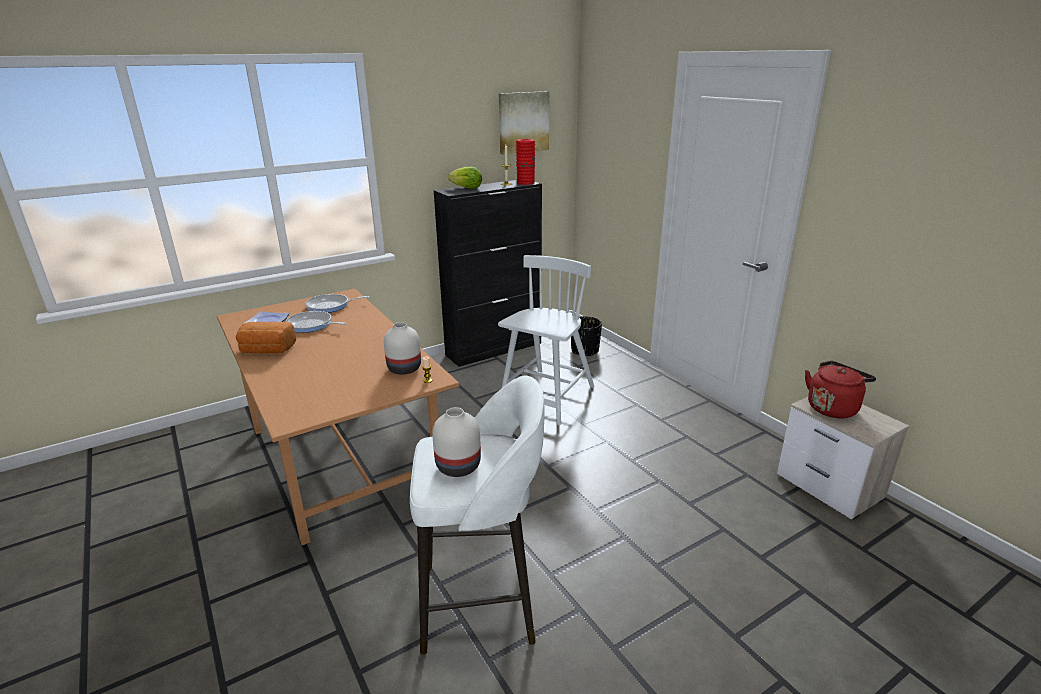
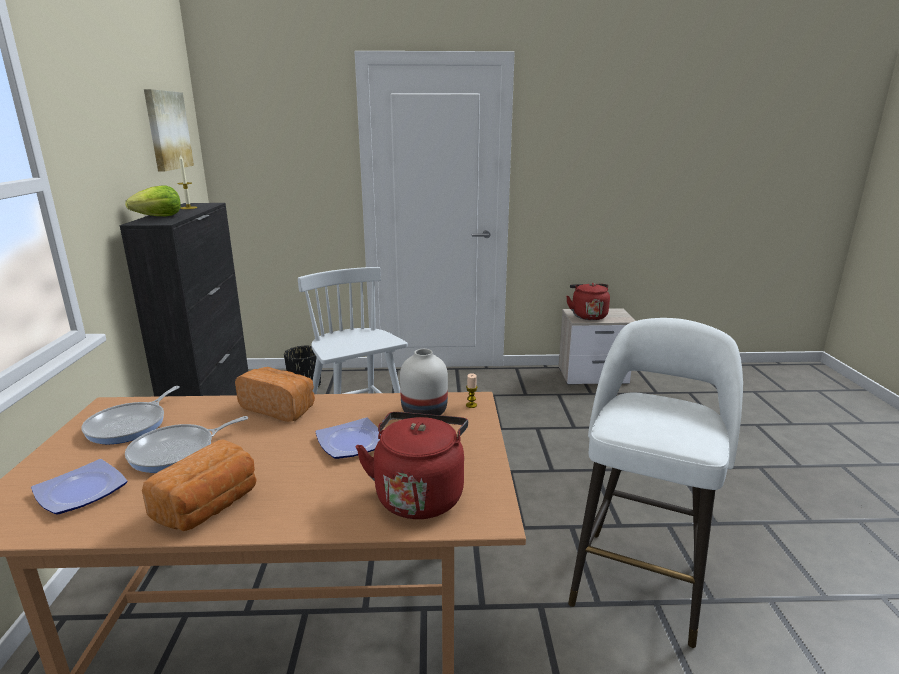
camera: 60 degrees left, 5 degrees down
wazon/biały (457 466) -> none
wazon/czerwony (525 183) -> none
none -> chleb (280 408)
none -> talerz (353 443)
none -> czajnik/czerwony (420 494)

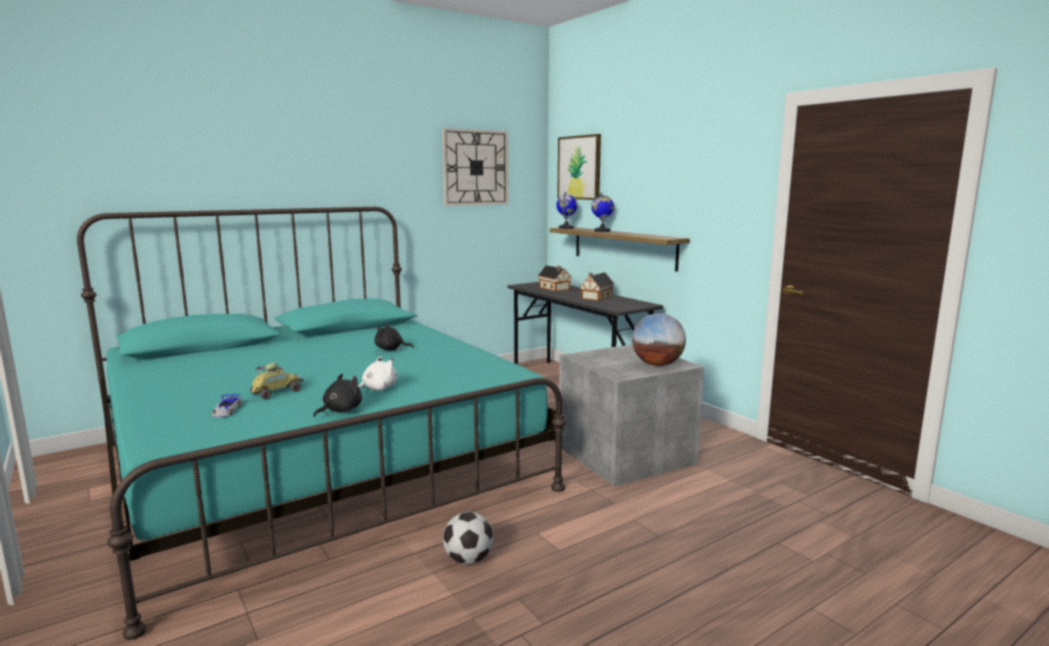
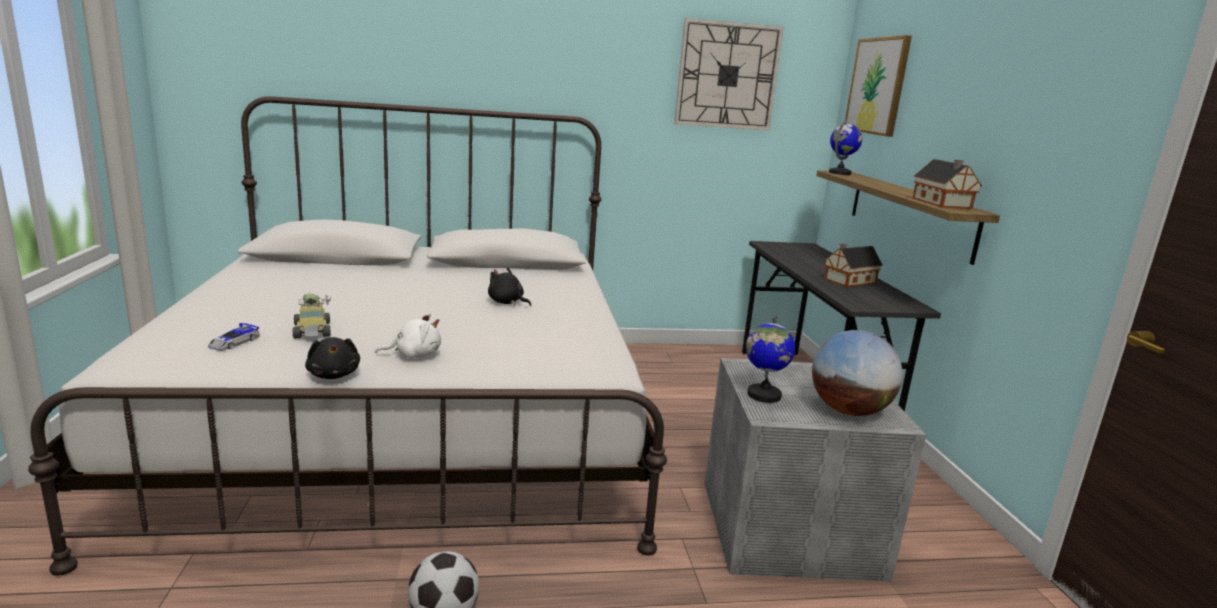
camera: 25 degrees right, 5 degrees up
domek (555 288) -> domek (942 203), relocated
globus (602 231) -> globus (763 395), relocated
łóżko/turkusowy (317 466) -> łóżko/biały (409 422)
samochodzik (276 392) -> samochodzik (313 331), 90 degrees clockwise
pluszak/czarny (340 410) -> pluszak/czarny (334 375), 90 degrees clockwise

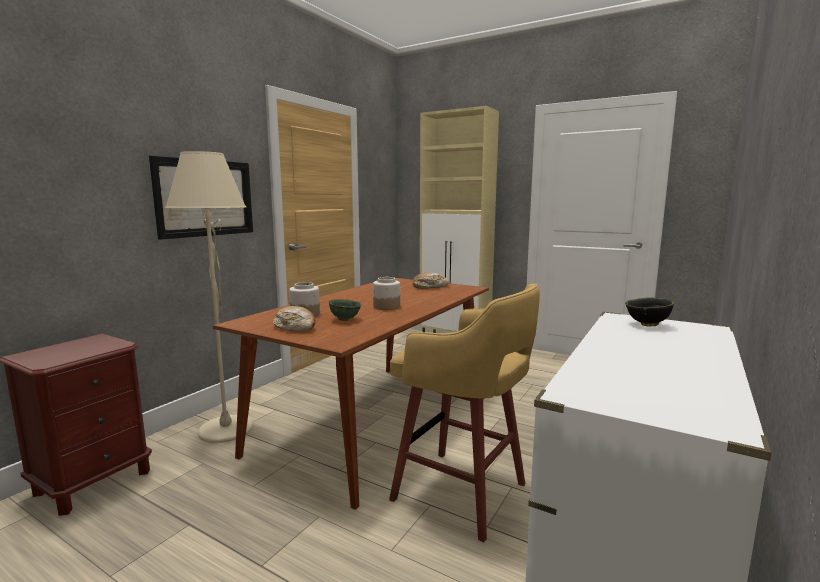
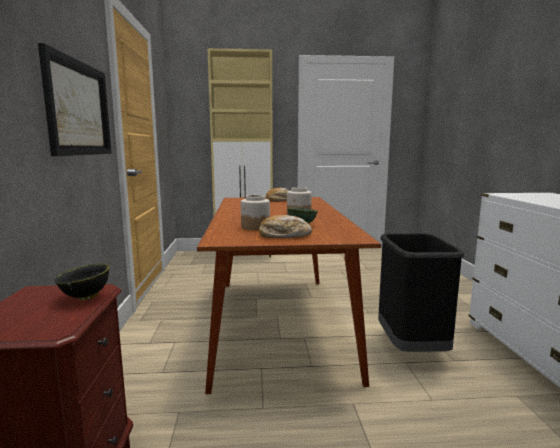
camera: 35 degrees left, 0 degrees up
lampa stojąca/beżowy (225 430) -> none
miska/czarny (648 325) -> miska/czarny (86 298), relocated
stołek/żółty (463 494) -> kosz na śmieci/czarny (411 348)

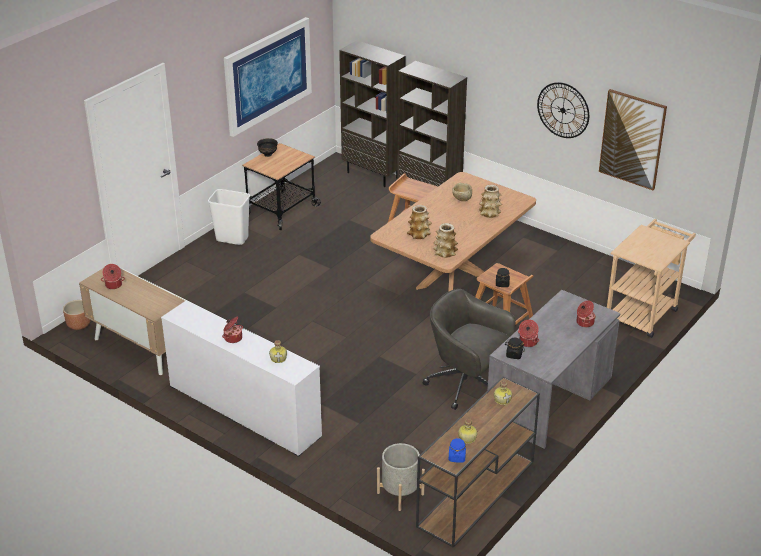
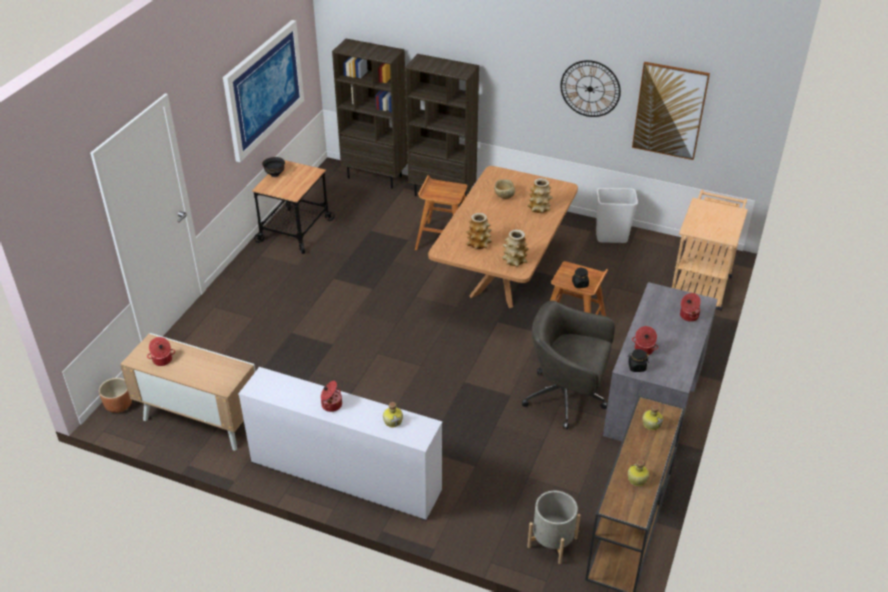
camera: 15 degrees left, 5 degrees up
słoik/niebieski (457 457) -> none
kosz na śmieci/biały (231 239) -> kosz na śmieci/biały (611 238), relocated

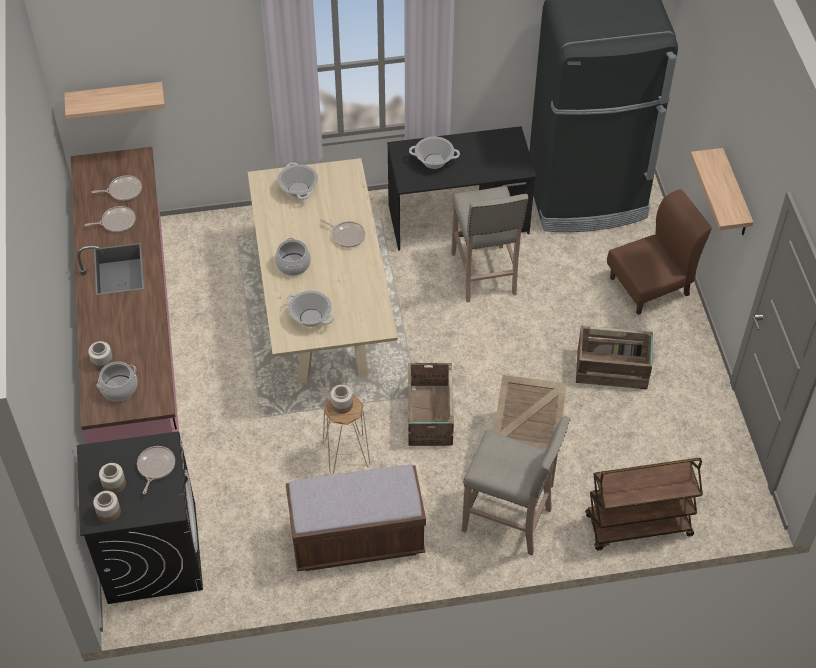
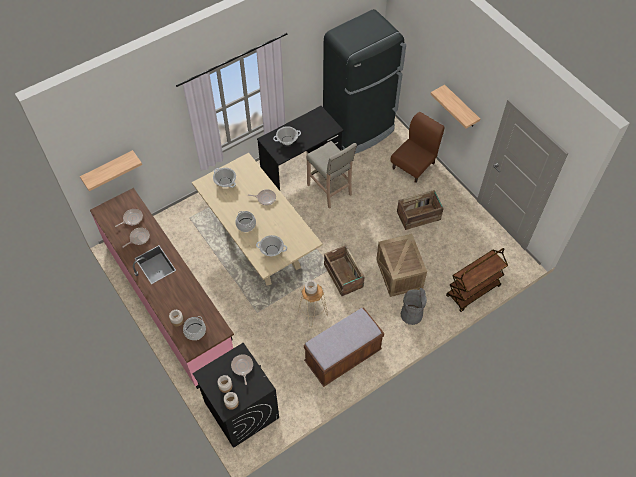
camera: 25 degrees left, 5 degrees up
stołek/beżowy (509 520) -> kosz na śmieci/szary (411 314)

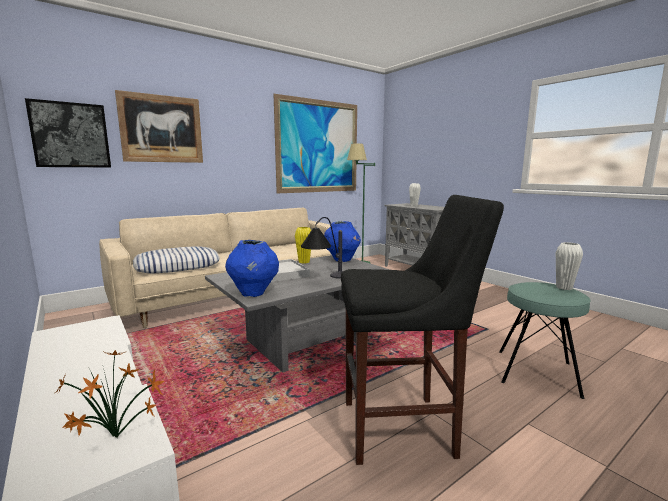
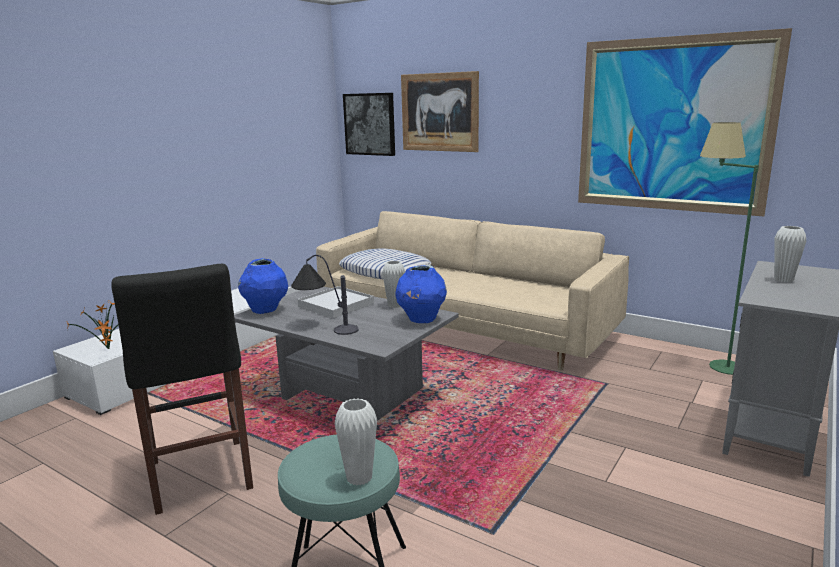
camera: 70 degrees right, 5 degrees up
wazon/żółty (304 262) -> wazon/biały (395 305)

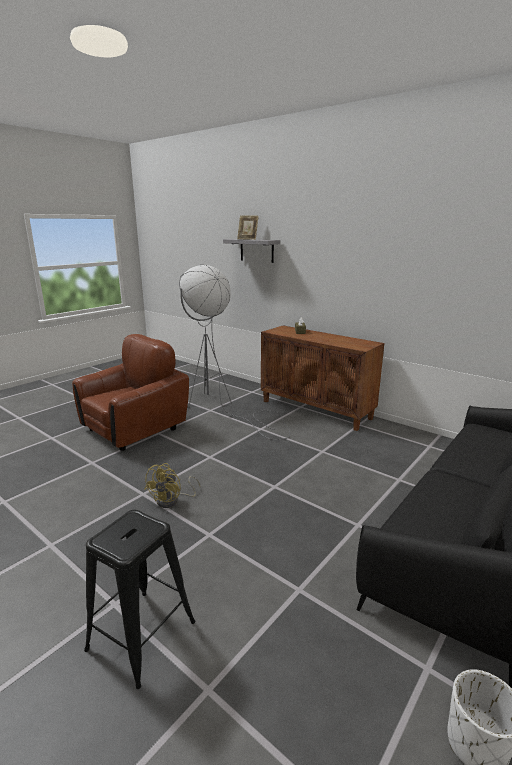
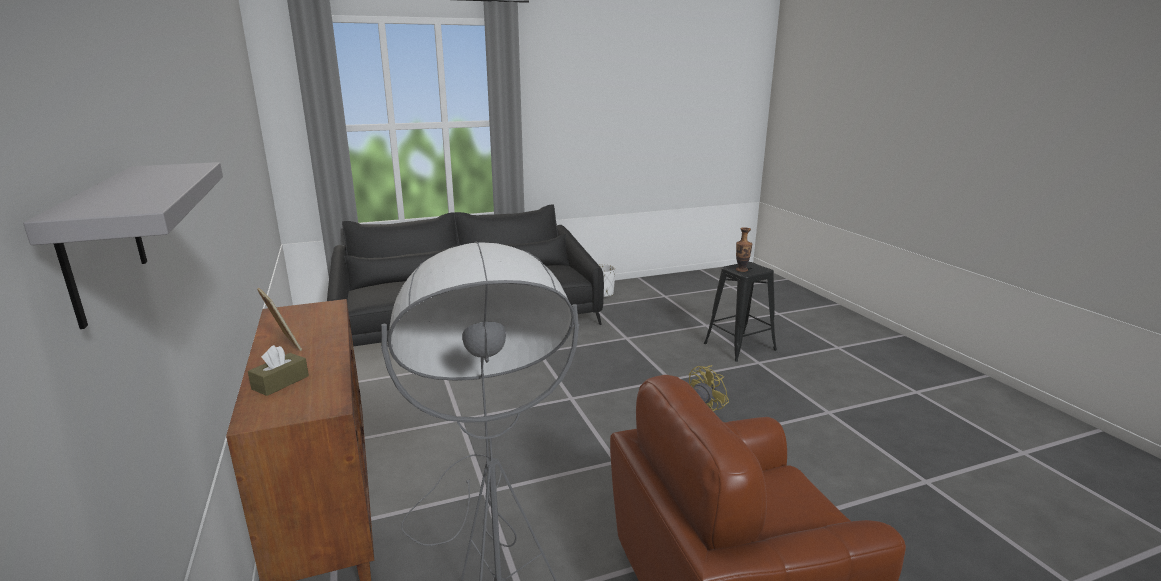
camera: 150 degrees left, 0 degrees up
none -> wazon (741 270)
ramka na zdjęcie (247 239) -> ramka na zdjęcie (284 345), relocated

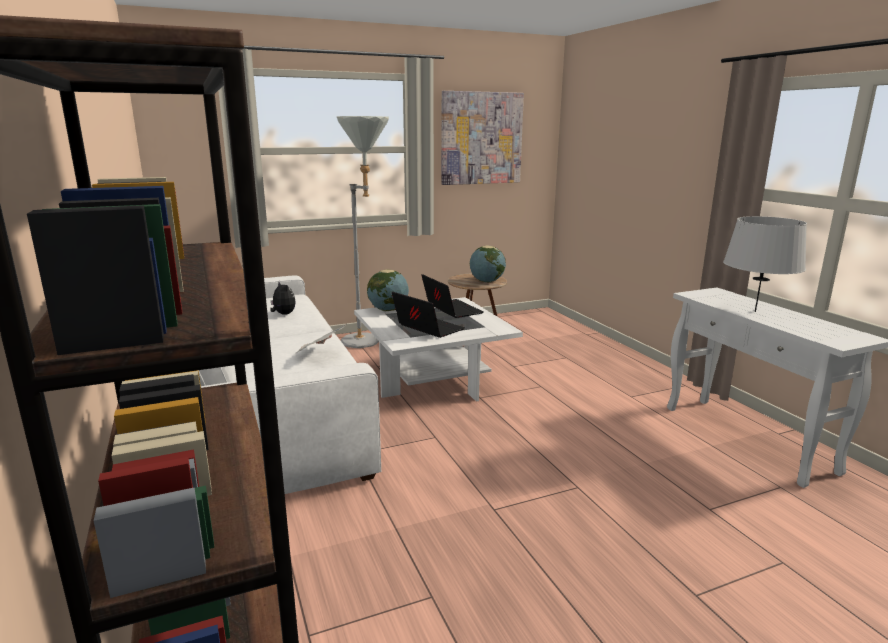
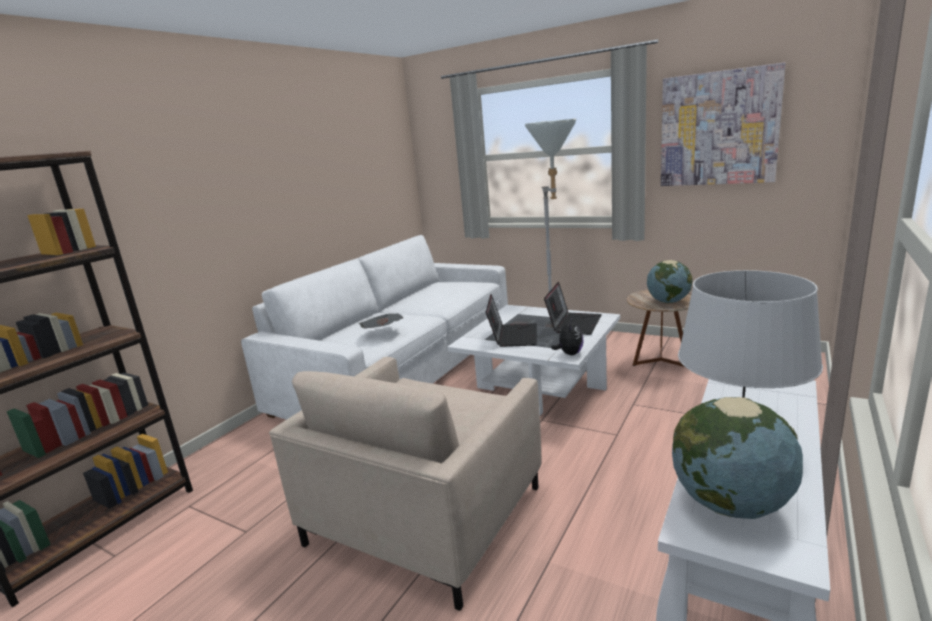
camera: 55 degrees right, 0 degrees up
none -> fotel/beżowy (424 514)
pluszak (283 314) -> pluszak (569 354), relocated
globus (388 310) -> globus (730 504), relocated

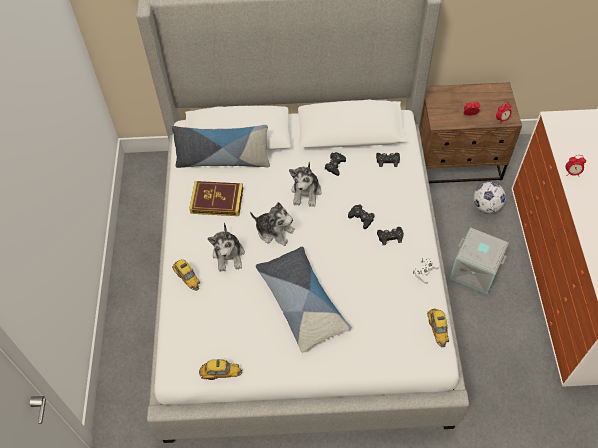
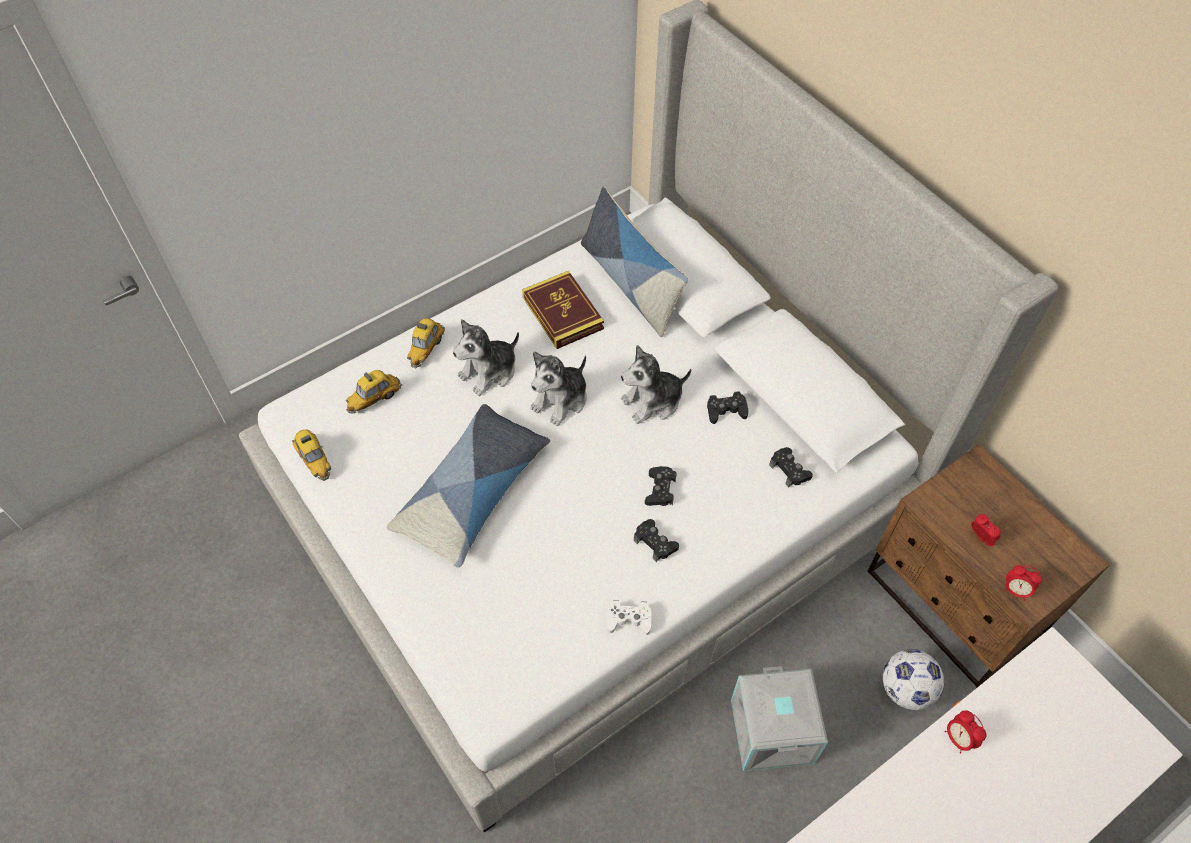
camera: 55 degrees right, 0 degrees up
samochodzik (437 329) -> samochodzik (374 399), relocated
pluszak (274 231) -> pluszak (561 400), 45 degrees clockwise

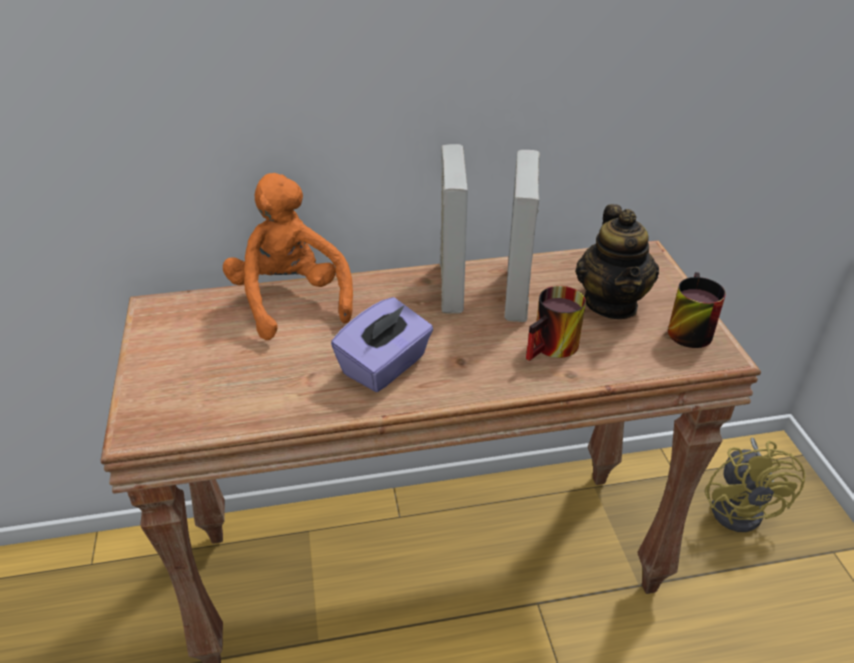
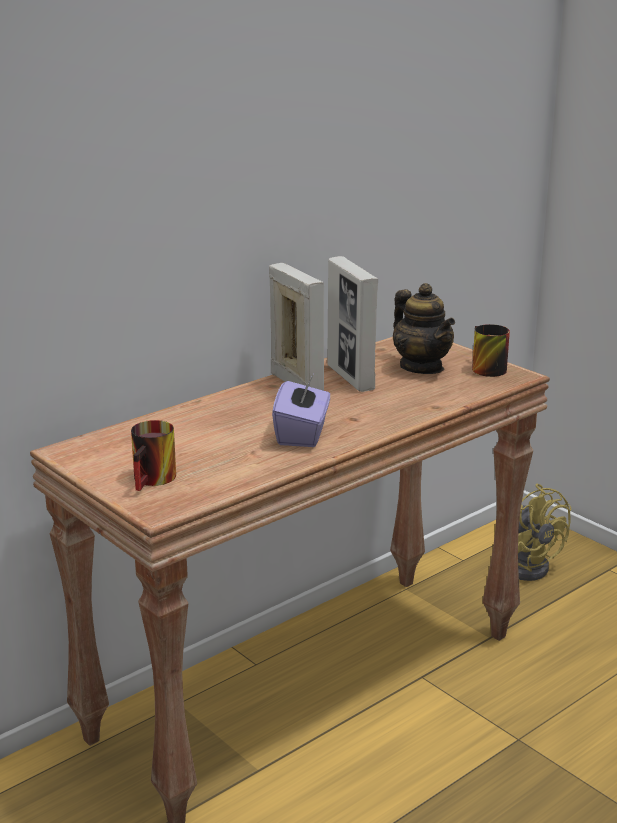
camera: 30 degrees left, 15 degrees down
pluszak/pomarańczowy (290 301) -> none
kubek (554 349) -> kubek (155 480), relocated

